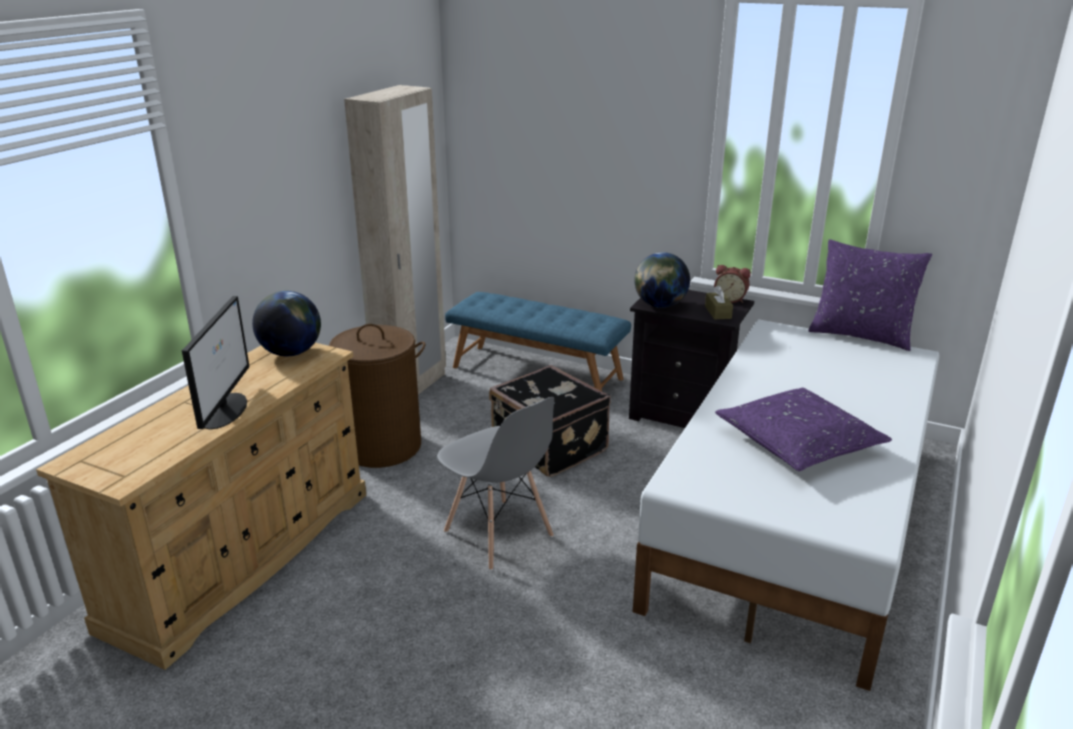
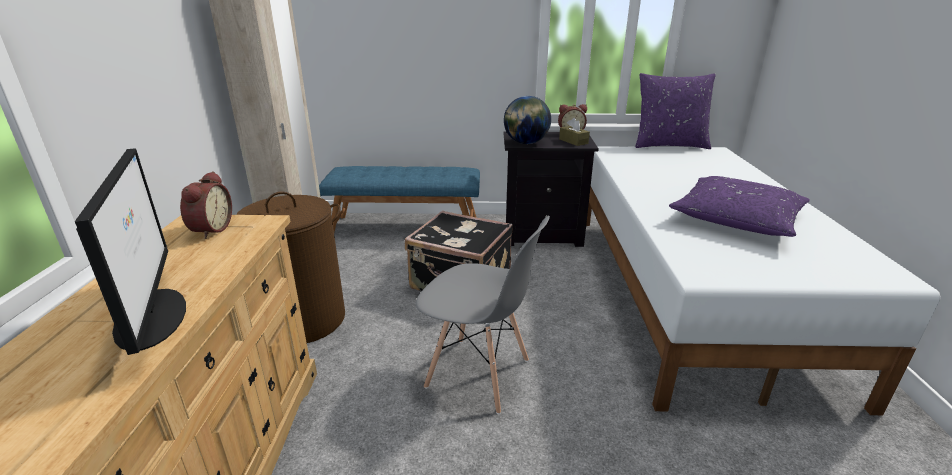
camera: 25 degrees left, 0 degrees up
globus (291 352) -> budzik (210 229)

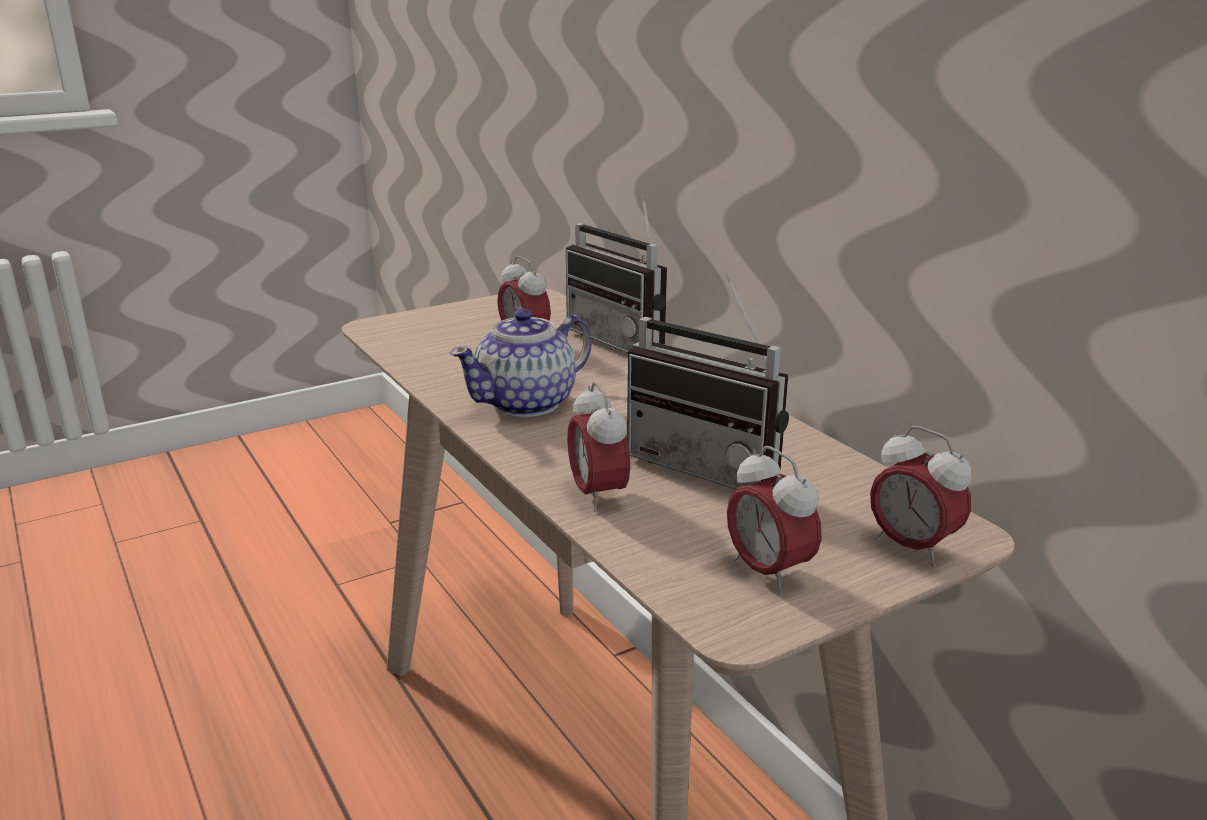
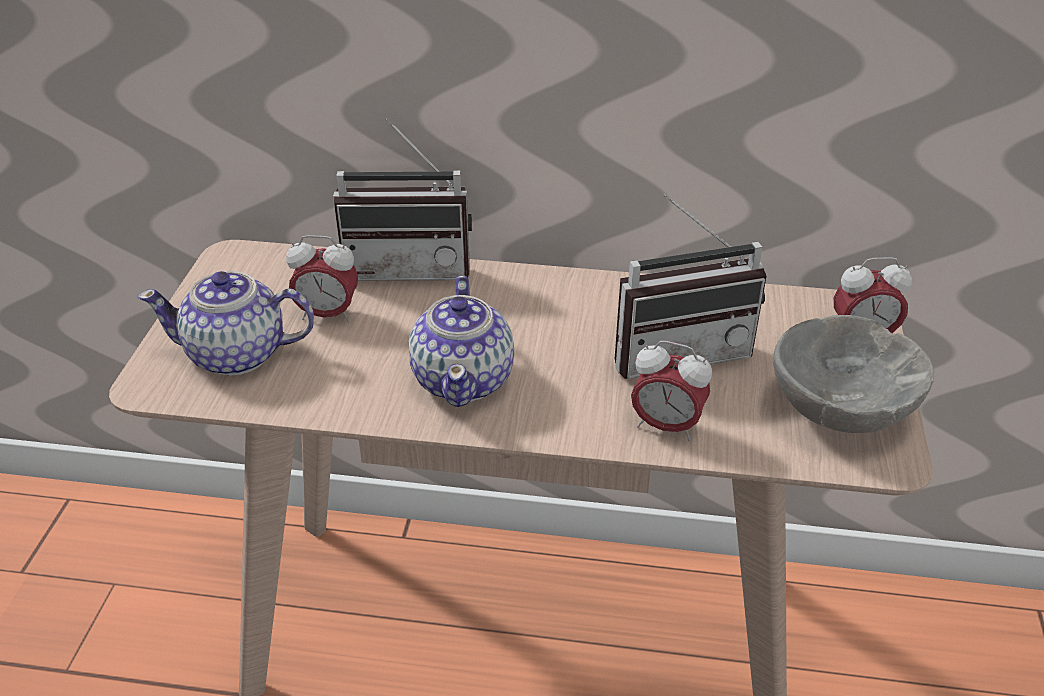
camera: 50 degrees left, 15 degrees up
none -> imbryk (238 354)
budzik (768 573) -> miska/szary (840 410)

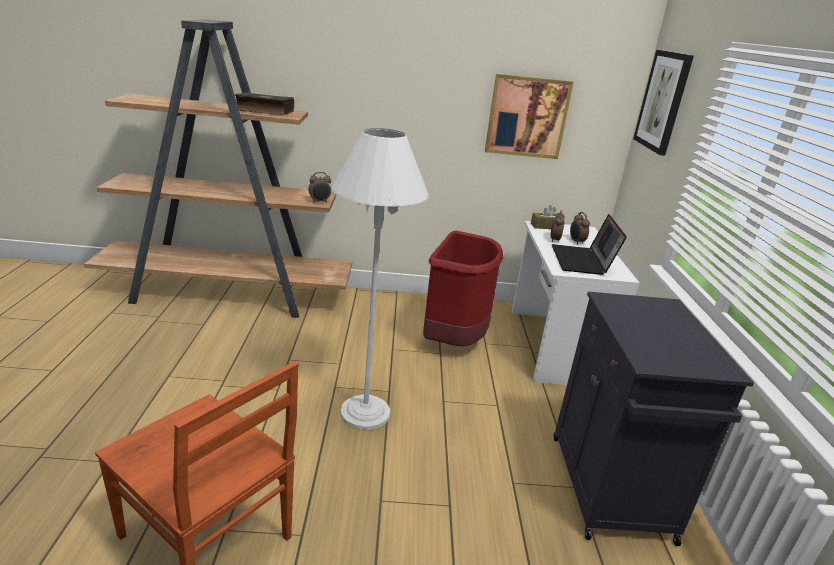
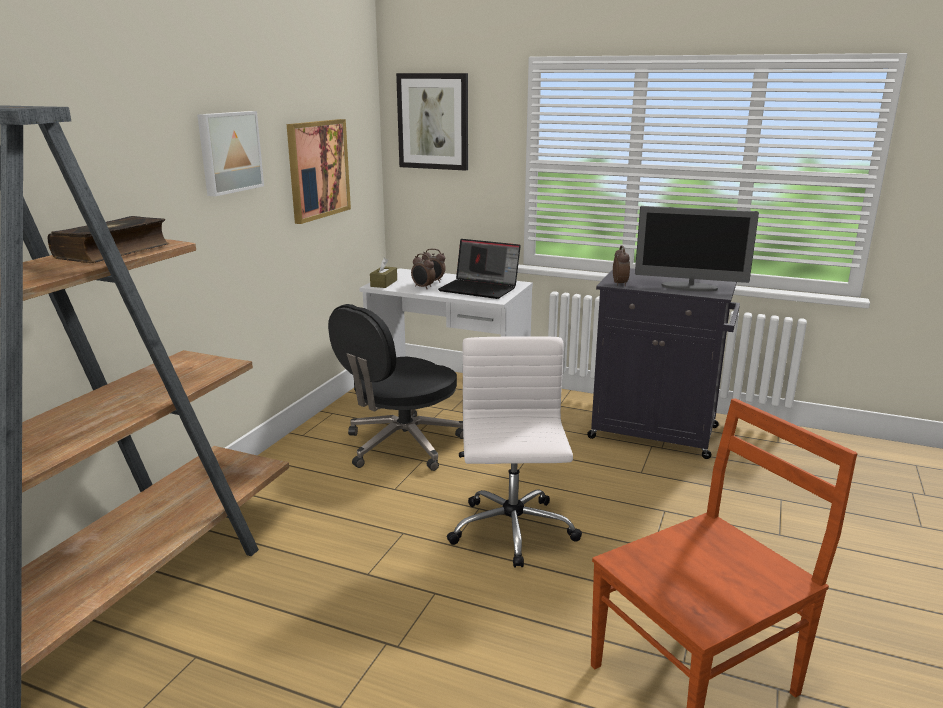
camera: 65 degrees left, 5 degrees down
none -> obraz (228 152)
none -> monitor (689 287)
budzik (319 202) -> budzik (620 284), relocated
lampa stojąca/biały (365 412) -> krzesło biurowe/biały (512 531)
kosz na śmieci/czerwony (454 340) -> krzesło biurowe/czarny (401 445)

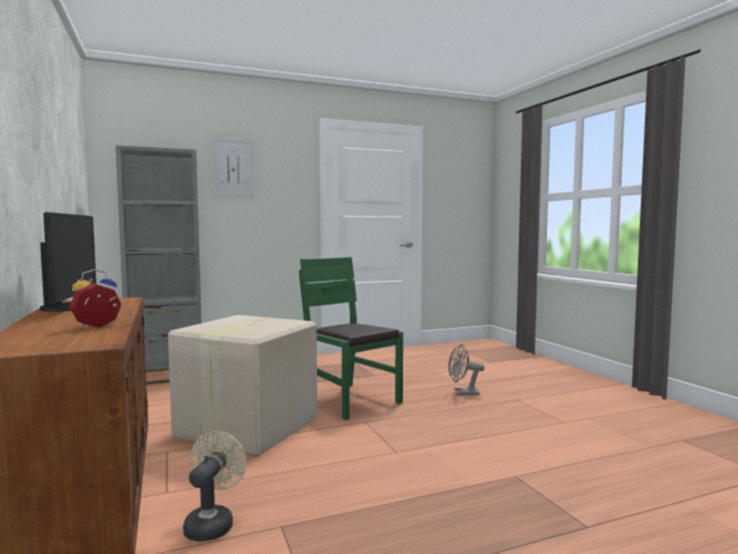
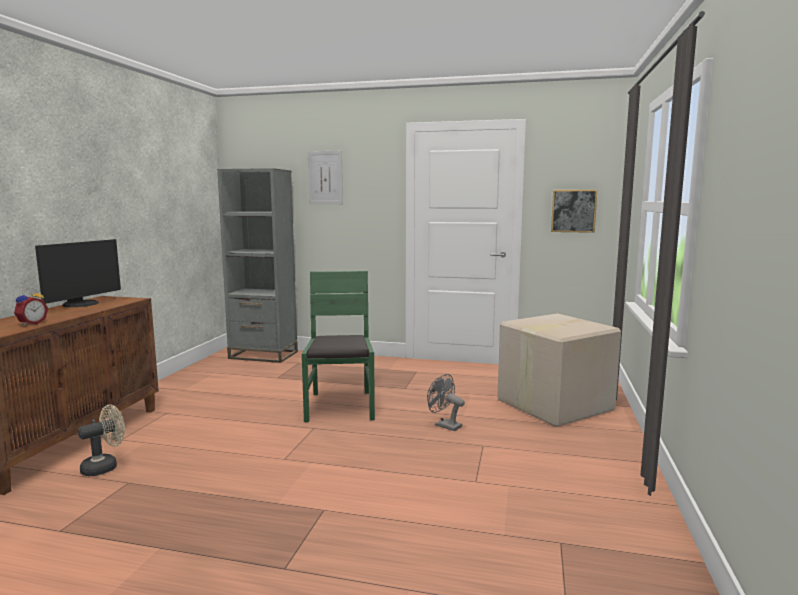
camera: 35 degrees right, 5 degrees up
none -> obraz (573 211)
karton (245 428) -> karton (552 405), relocated
budzik (98 327) -> budzik (31 323), 120 degrees clockwise

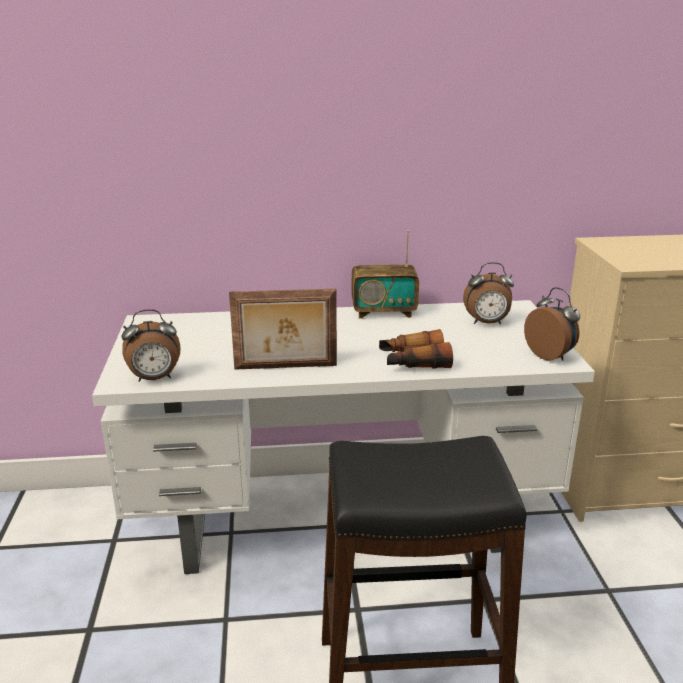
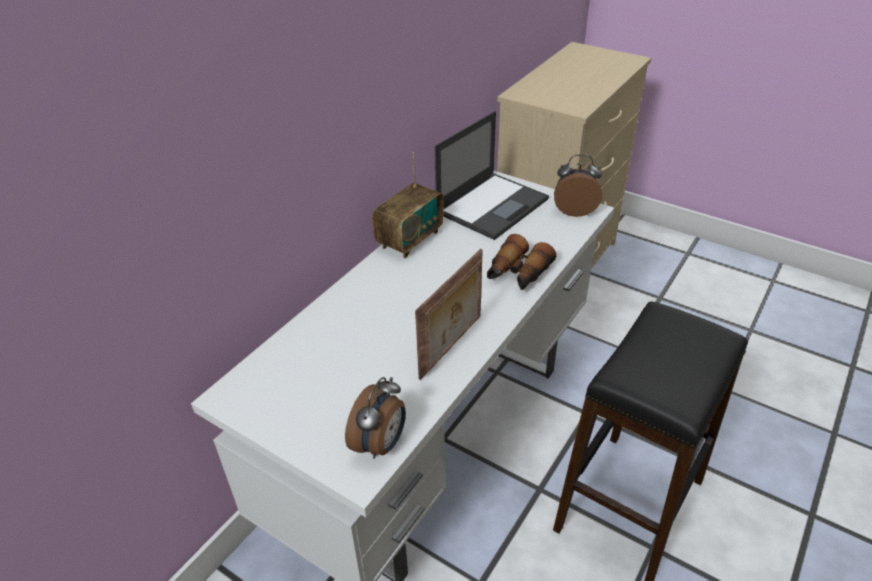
camera: 50 degrees left, 15 degrees up
budzik (487 323) -> laptop (492 205)

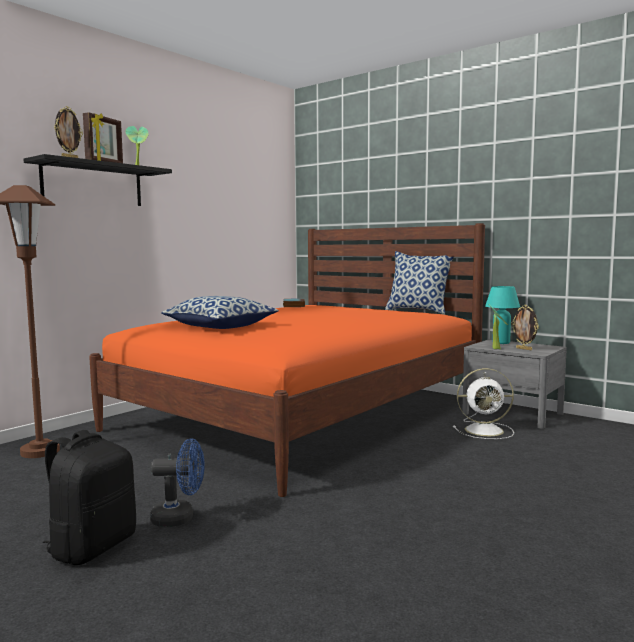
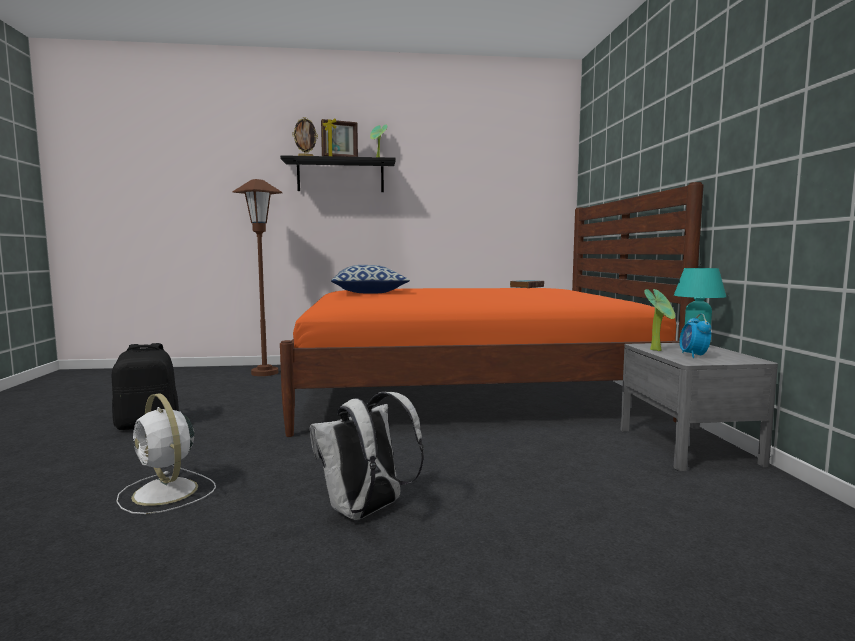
camera: 45 degrees right, 0 degrees up
wentylator/niebieski (179 518) -> none
poduszka (418 311) -> none
none -> plecak/biały (366 512)
wentylator/biały (485 430) -> wentylator/biały (166 493), relocated
ramka na zdjęcie (524 349) -> budzik (693 355)

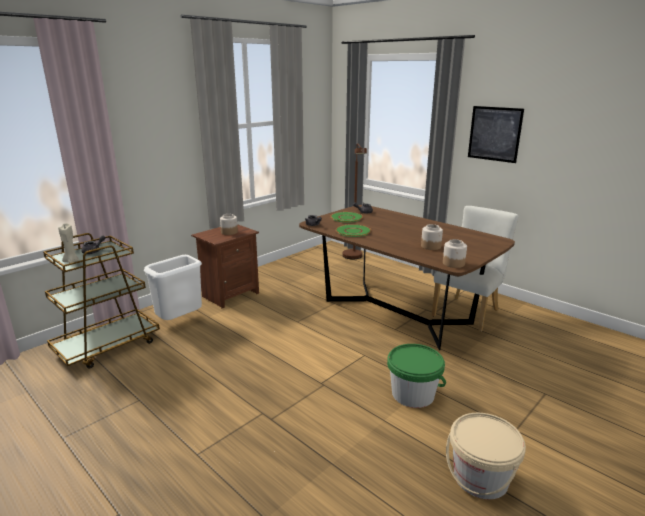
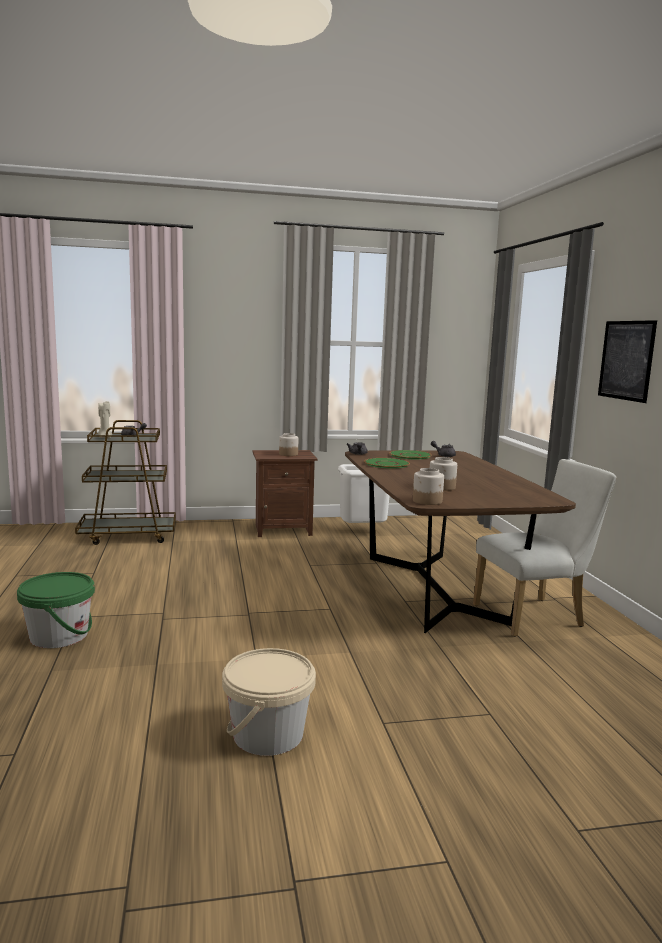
camera: 35 degrees right, 10 degrees down
lampa stojąca/brązowy (353 257) -> none
kosz na śmieci/biały (180 321) -> kosz na śmieci/biały (363 532), relocated
wiadro/zielony (413 394) -> wiadro/zielony (59 636), relocated

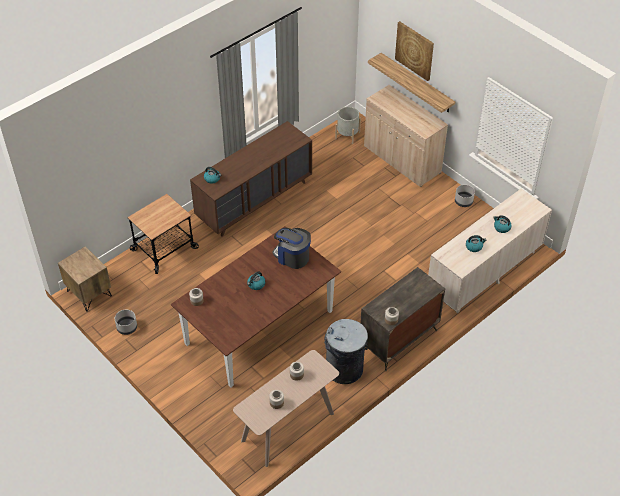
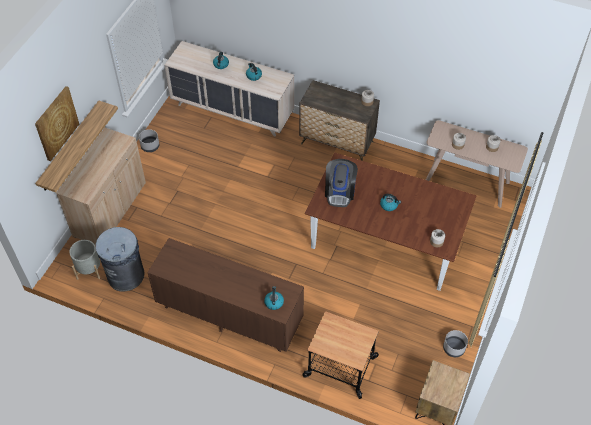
camera: 115 degrees left, 5 degrees up
kosz na śmieci/szary (344 369) -> kosz na śmieci/szary (126 275), relocated

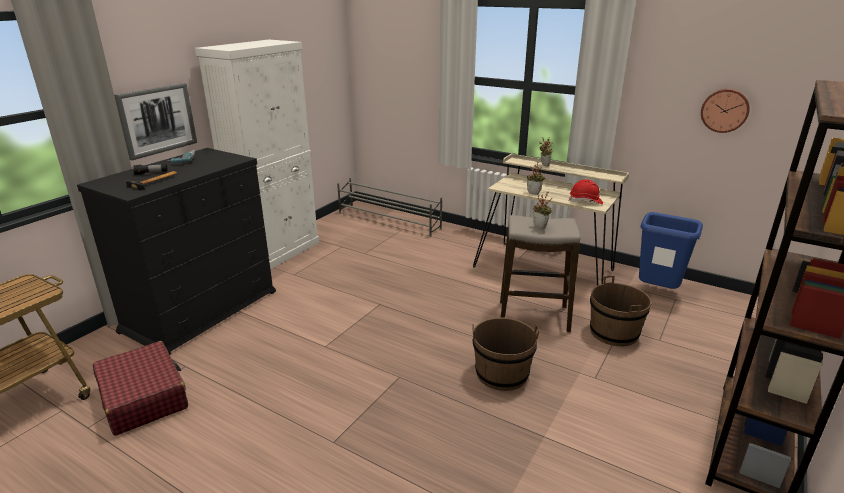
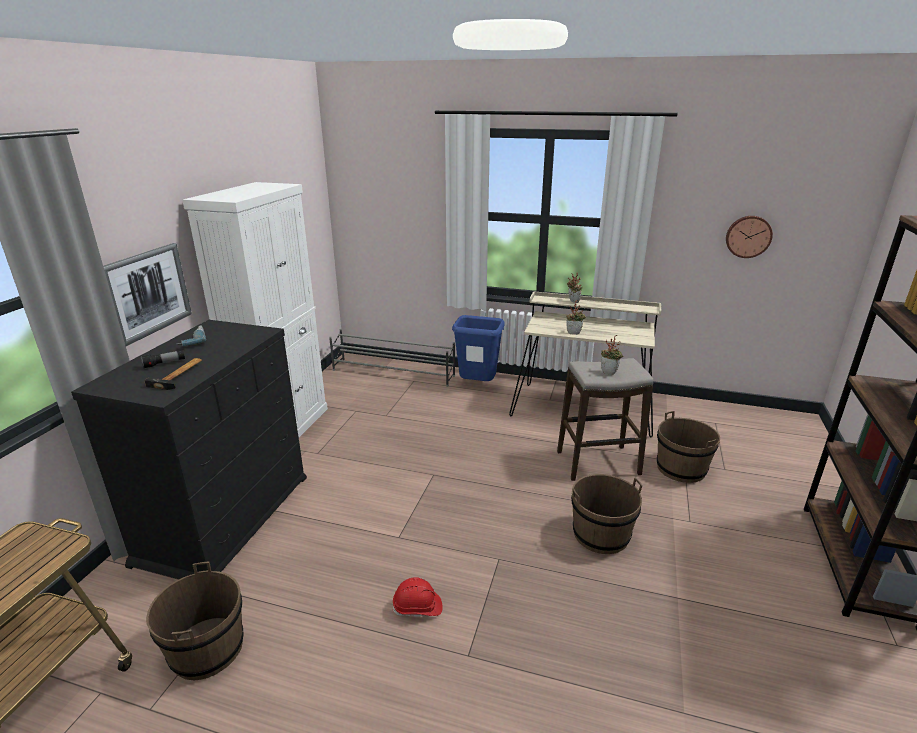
camera: 15 degrees left, 0 degrees up
kask/czerwony (585 201) -> kask/czerwony (417 607), relocated
kosz na śmieci/niebieski (657 292) -> kosz na śmieci/niebieski (478 386), relocated
walizka/czerwony (144 397) -> wiadro/brązowy (207 649)

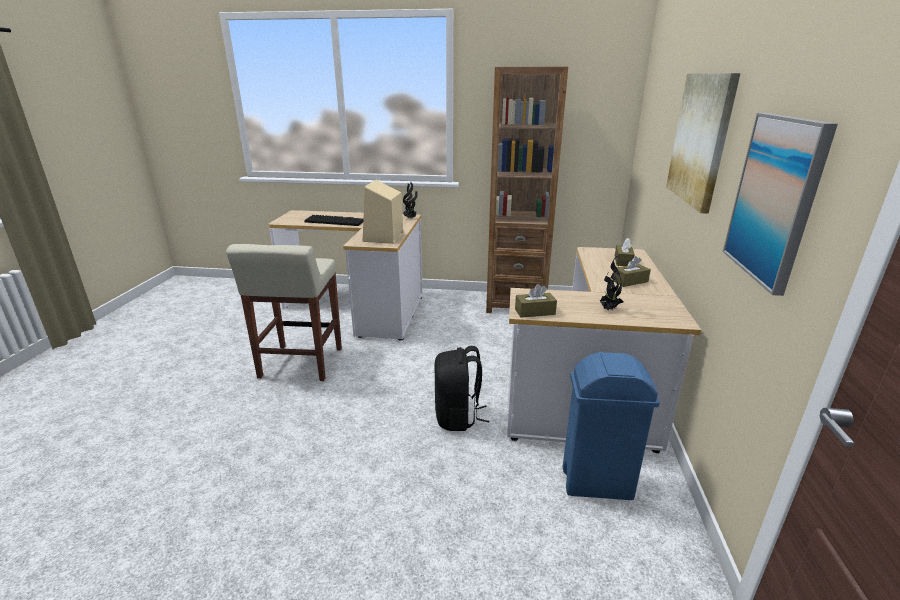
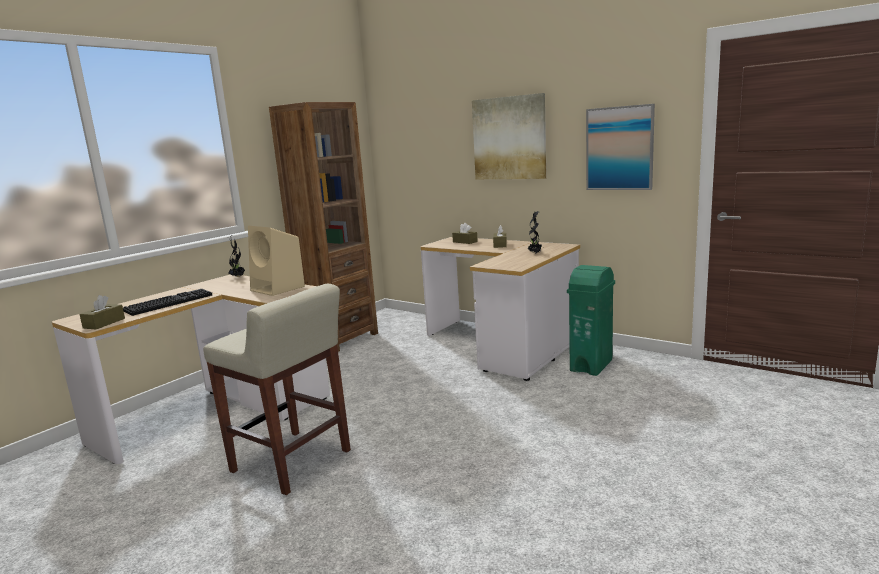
camera: 60 degrees left, 10 degrees down
plecak/czarny (457 417) -> none
pudełko chusteczek/brązowy (535 312) -> pudełko chusteczek/brązowy (104 323), relocated
kosz na śmieci/niebieski (597 484) -> kosz na śmieci/zielony (591 365)

